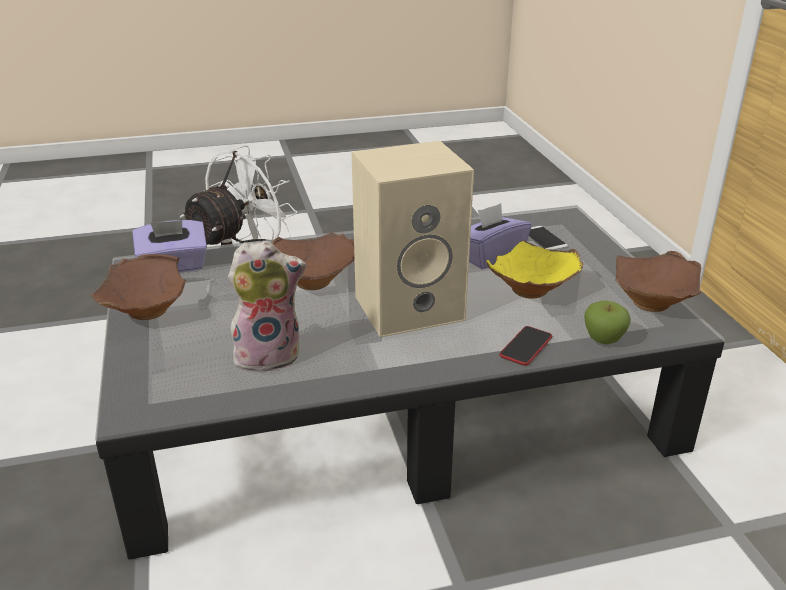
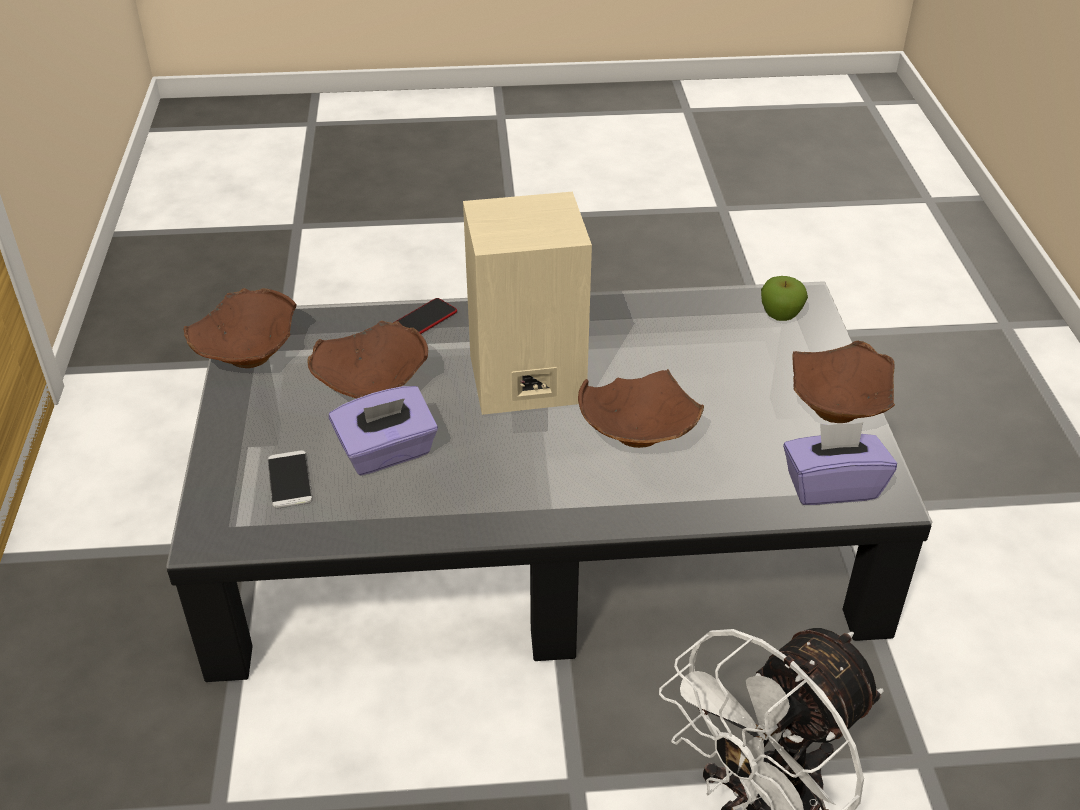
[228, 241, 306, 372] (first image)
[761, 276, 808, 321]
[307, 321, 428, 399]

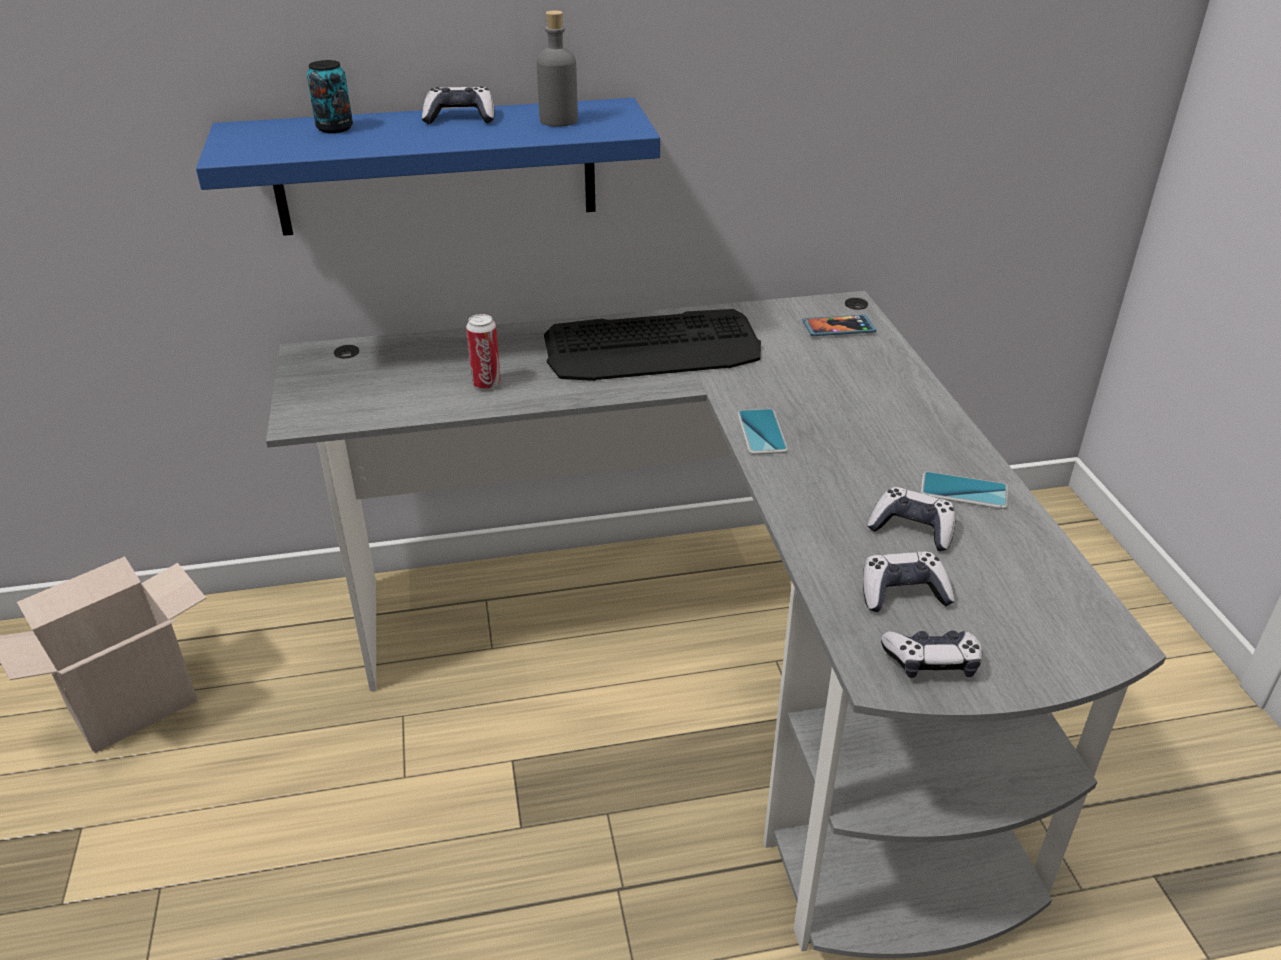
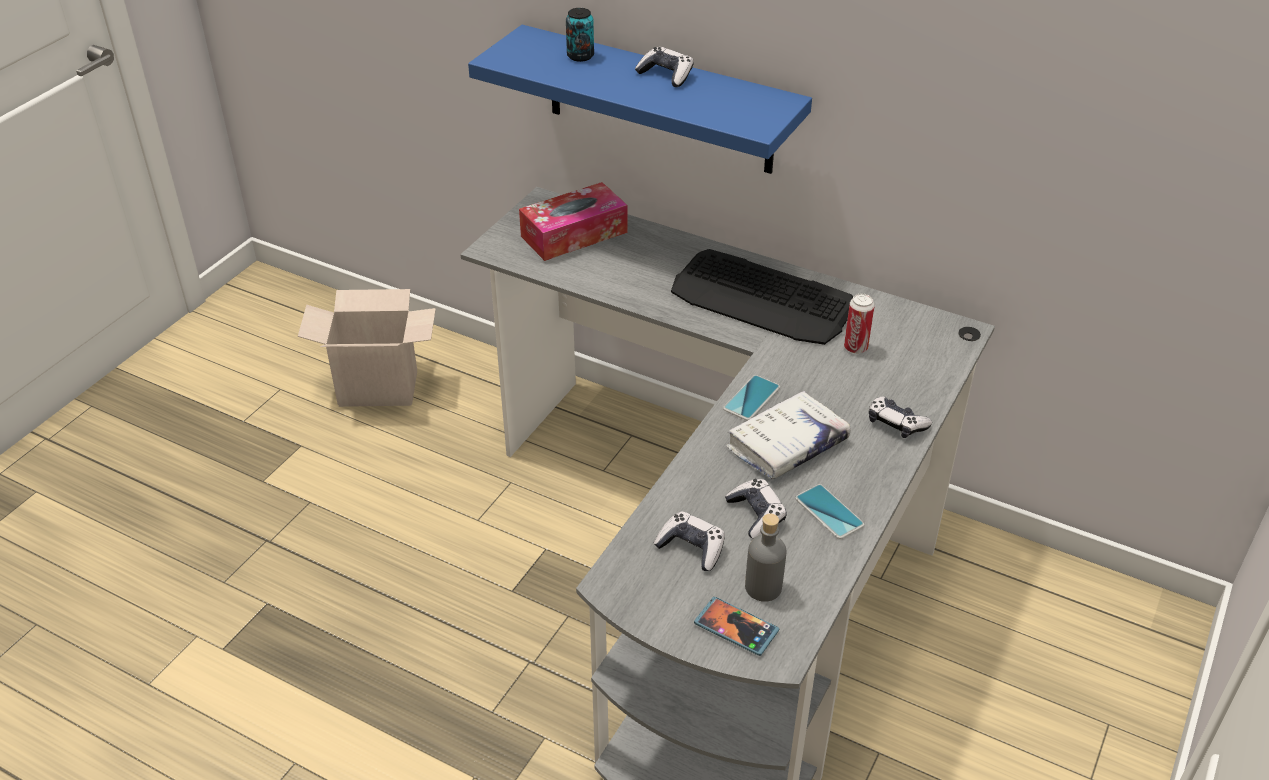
[519, 182, 628, 261]
[726, 391, 850, 479]
[844, 294, 875, 354]
[745, 513, 787, 602]
[694, 597, 779, 656]
[869, 397, 932, 438]

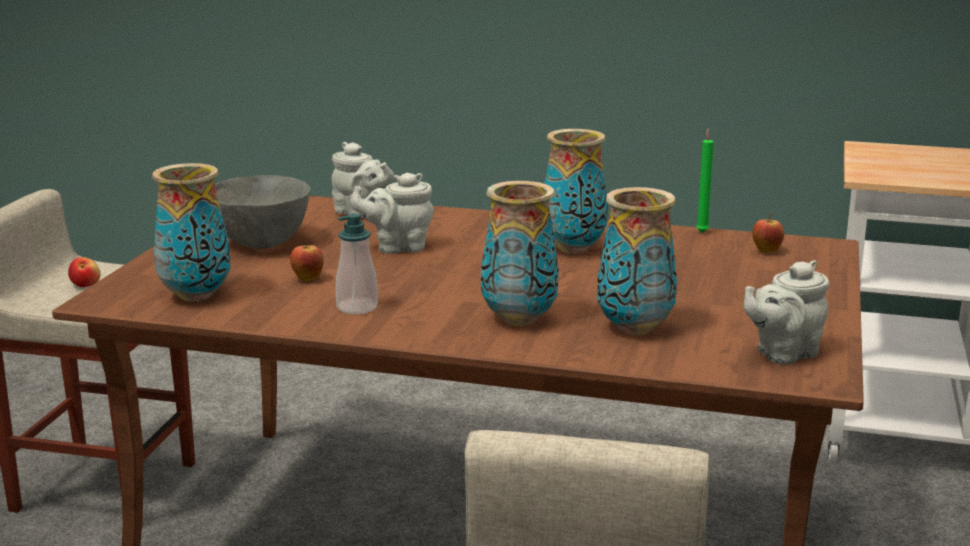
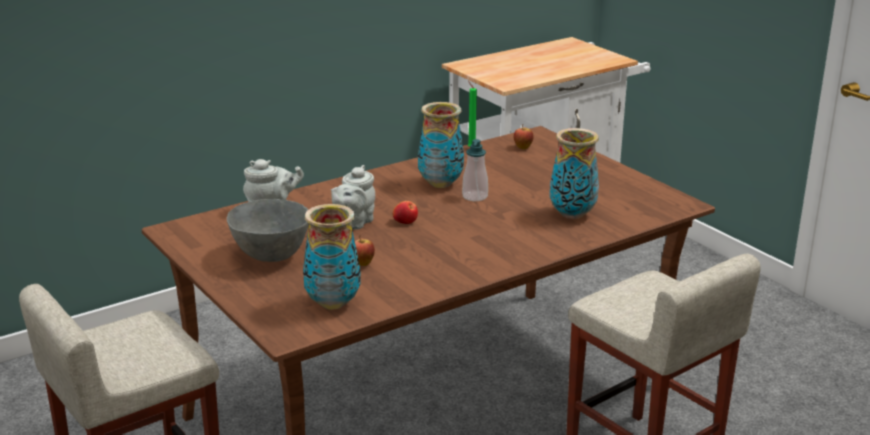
[481, 181, 559, 326] (first image)
[744, 260, 829, 364] (first image)
[393, 201, 418, 224]
[462, 139, 488, 201]

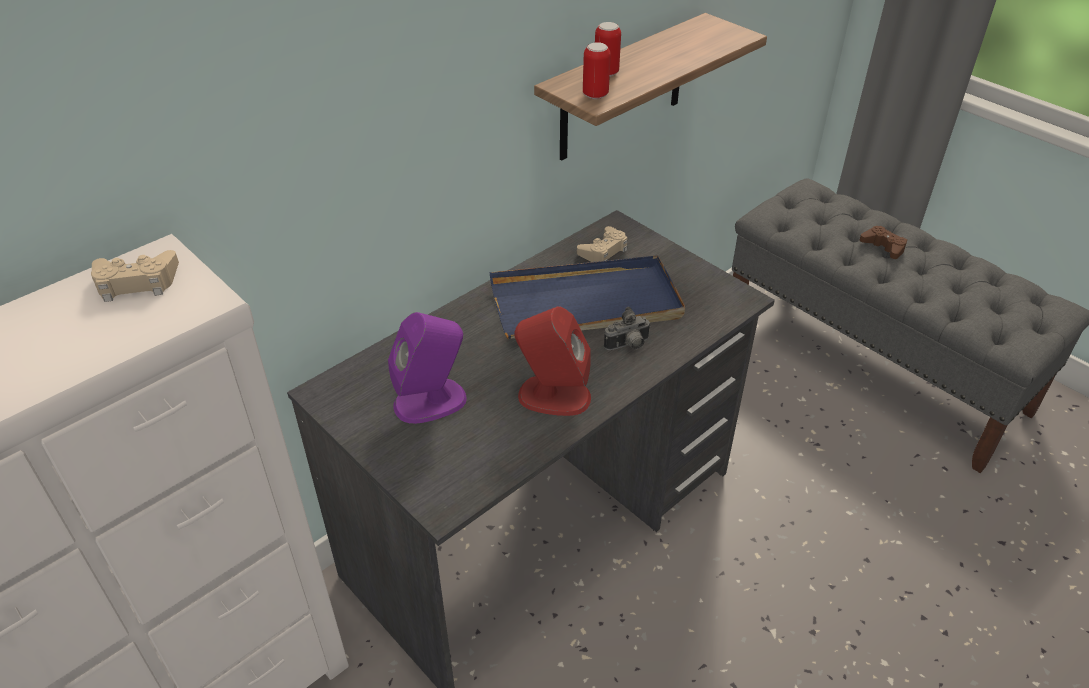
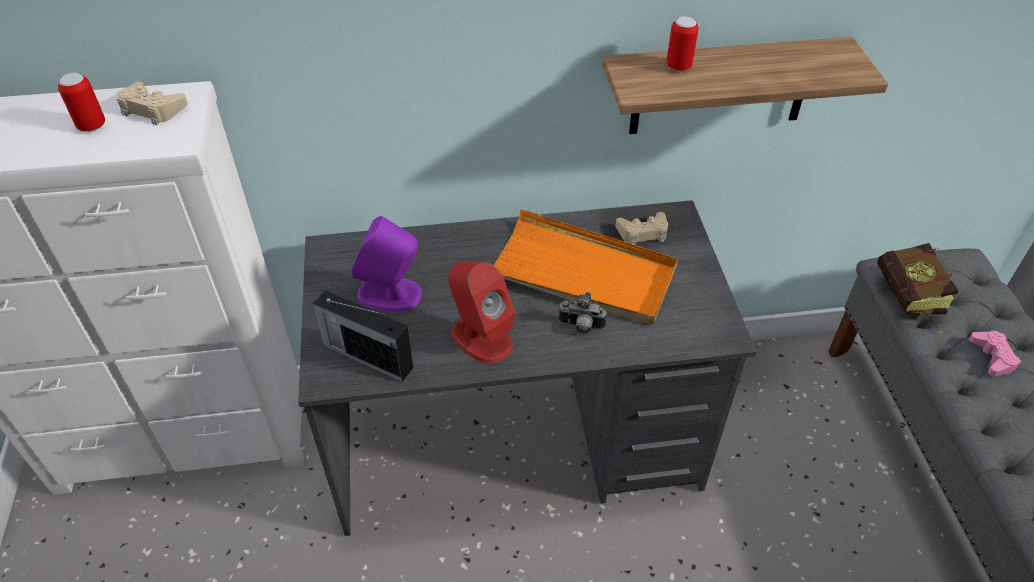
[313, 290, 413, 382]
[877, 243, 959, 334]
[58, 73, 105, 132]
[494, 209, 678, 325]
[969, 331, 1021, 376]

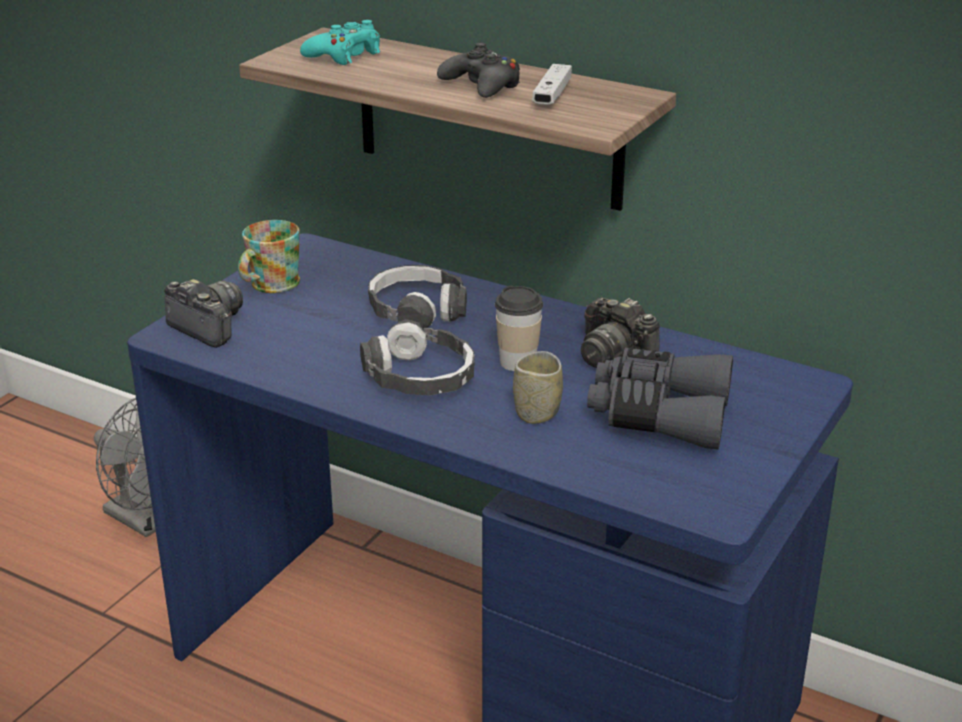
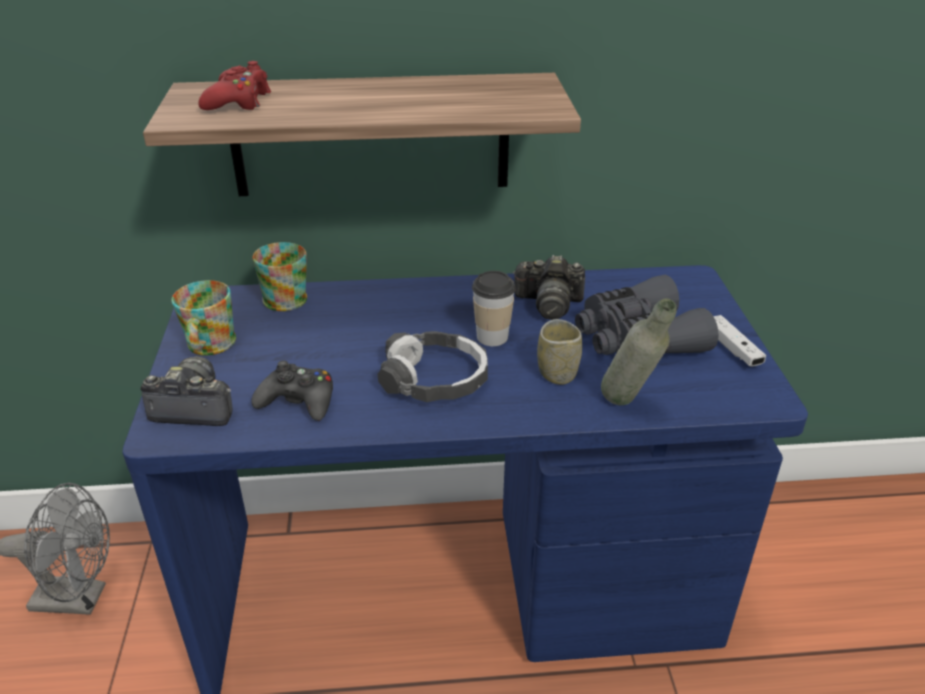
[368, 265, 467, 330] (first image)
[252, 242, 307, 311]
[601, 299, 677, 405]
[251, 360, 333, 421]
[713, 315, 766, 367]
[198, 61, 271, 110]

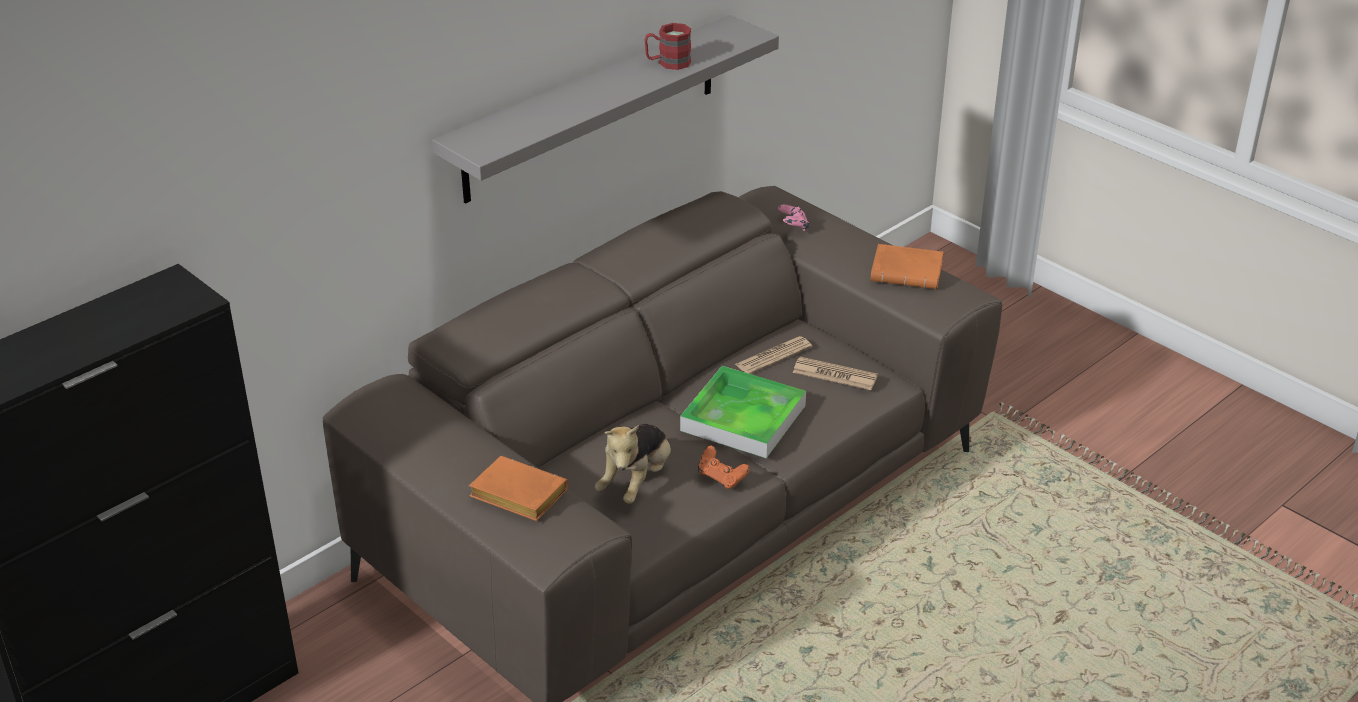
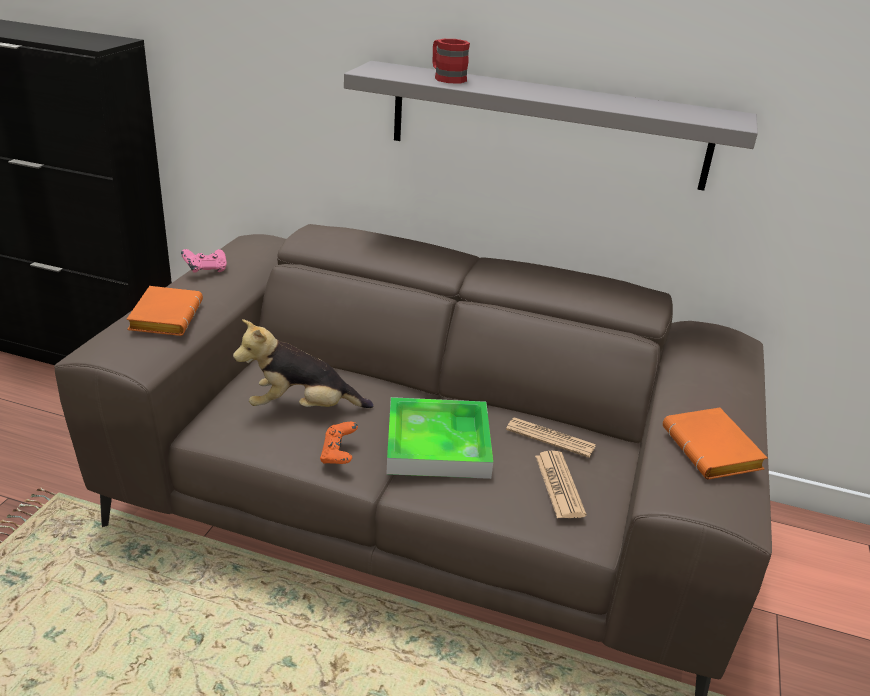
[432, 39, 470, 83]
[181, 249, 227, 273]

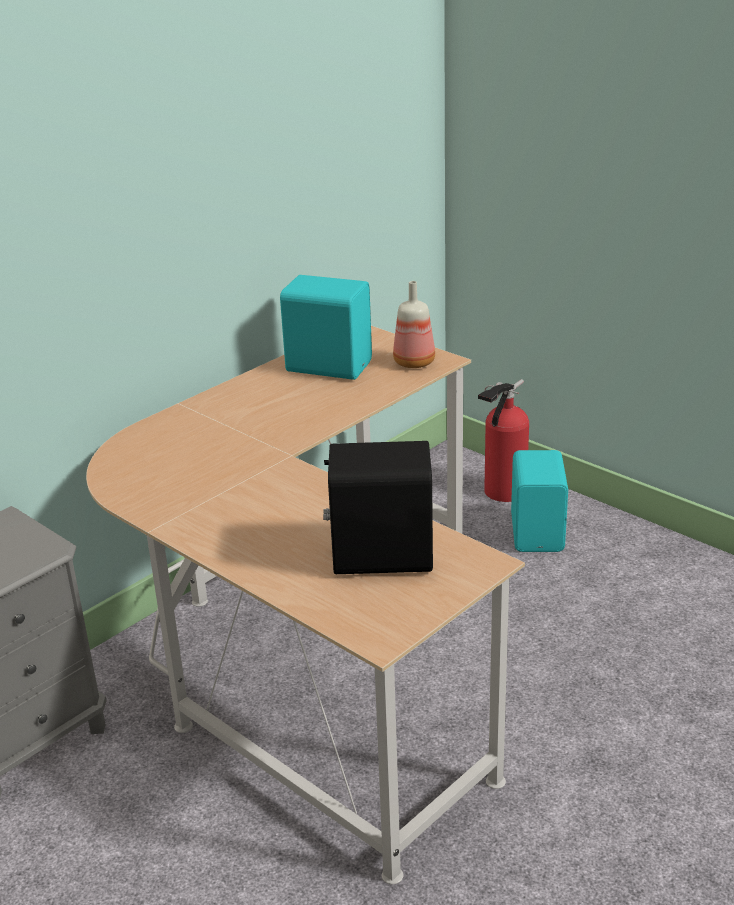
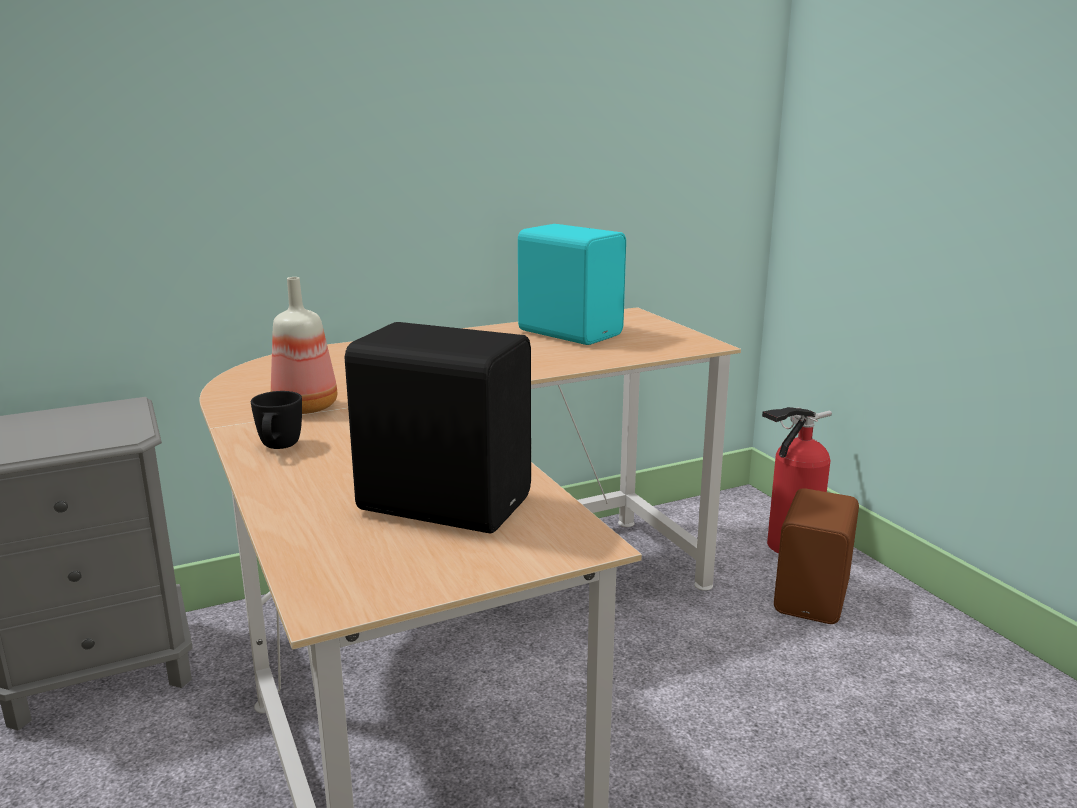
[251, 391, 302, 449]
[271, 277, 337, 414]
[774, 488, 859, 624]

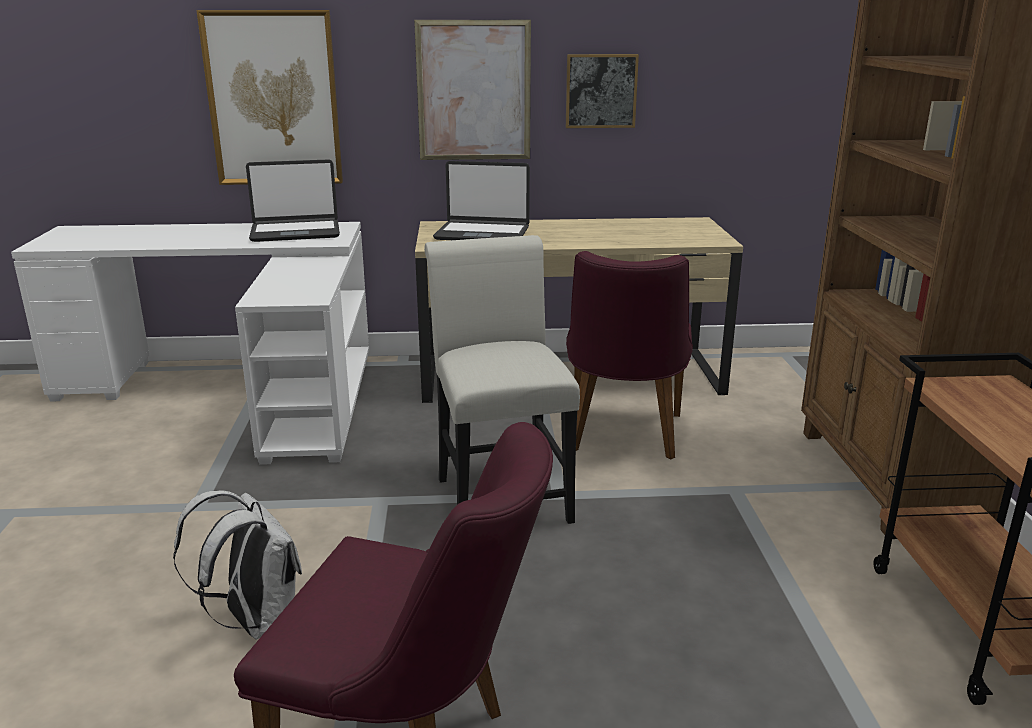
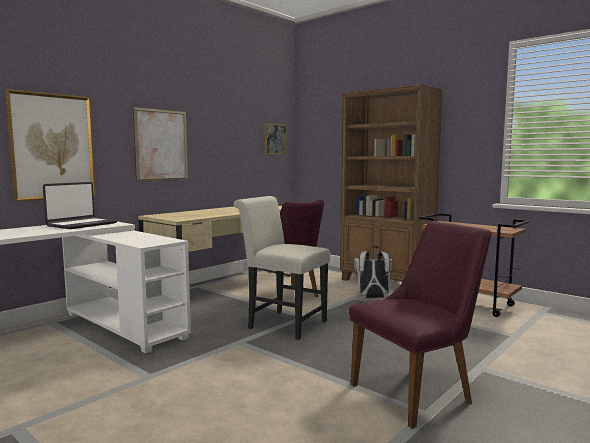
[433, 161, 530, 240] (first image)
[354, 251, 392, 298]
[264, 123, 287, 154]

